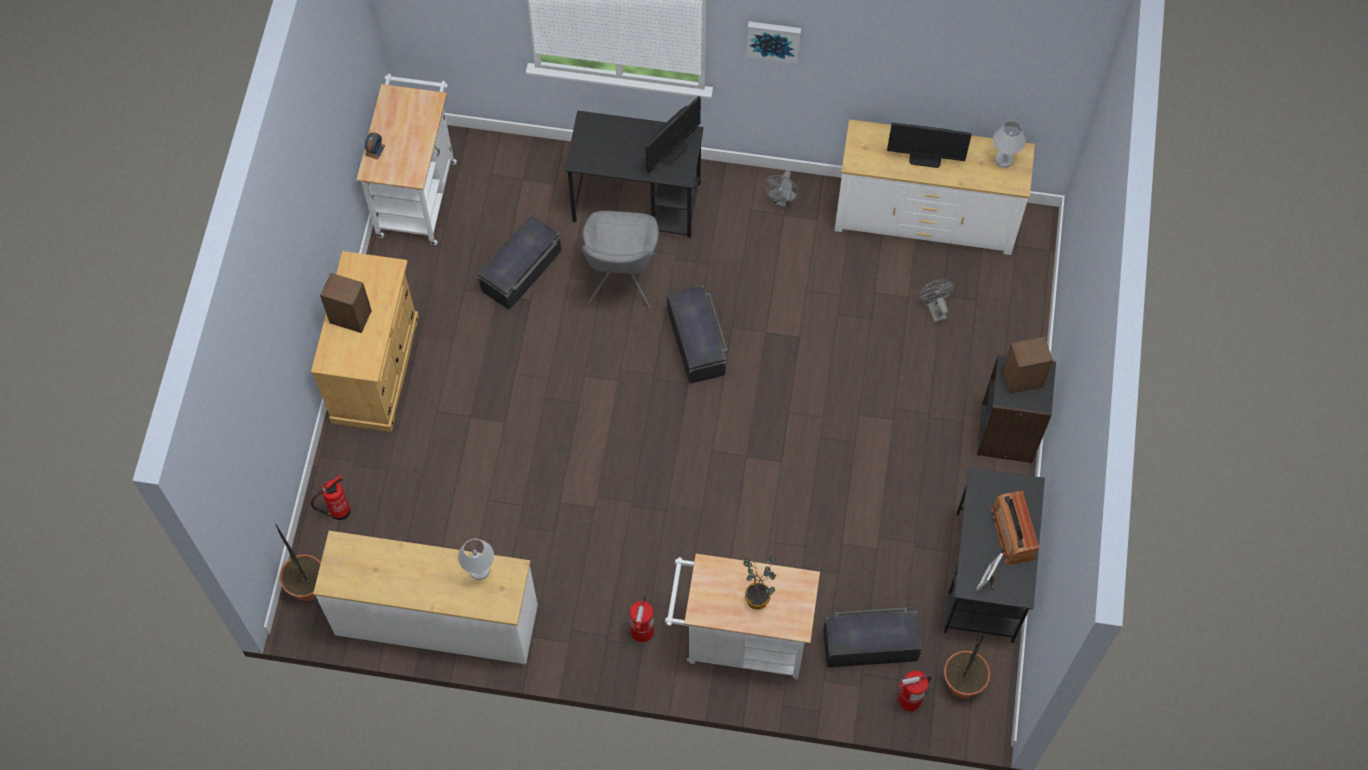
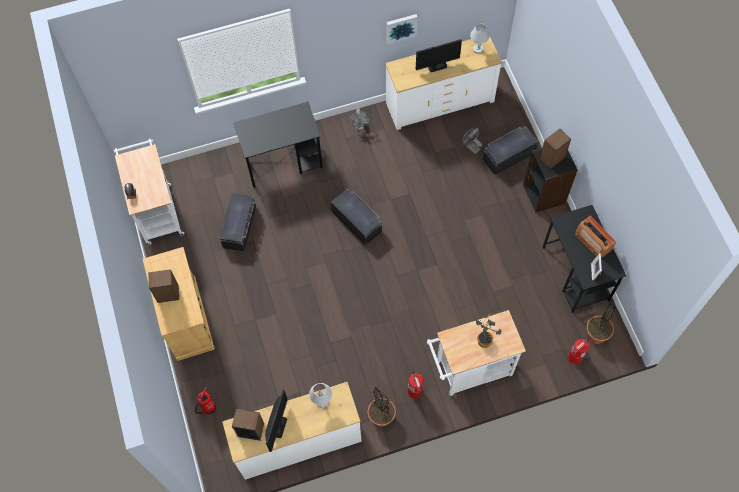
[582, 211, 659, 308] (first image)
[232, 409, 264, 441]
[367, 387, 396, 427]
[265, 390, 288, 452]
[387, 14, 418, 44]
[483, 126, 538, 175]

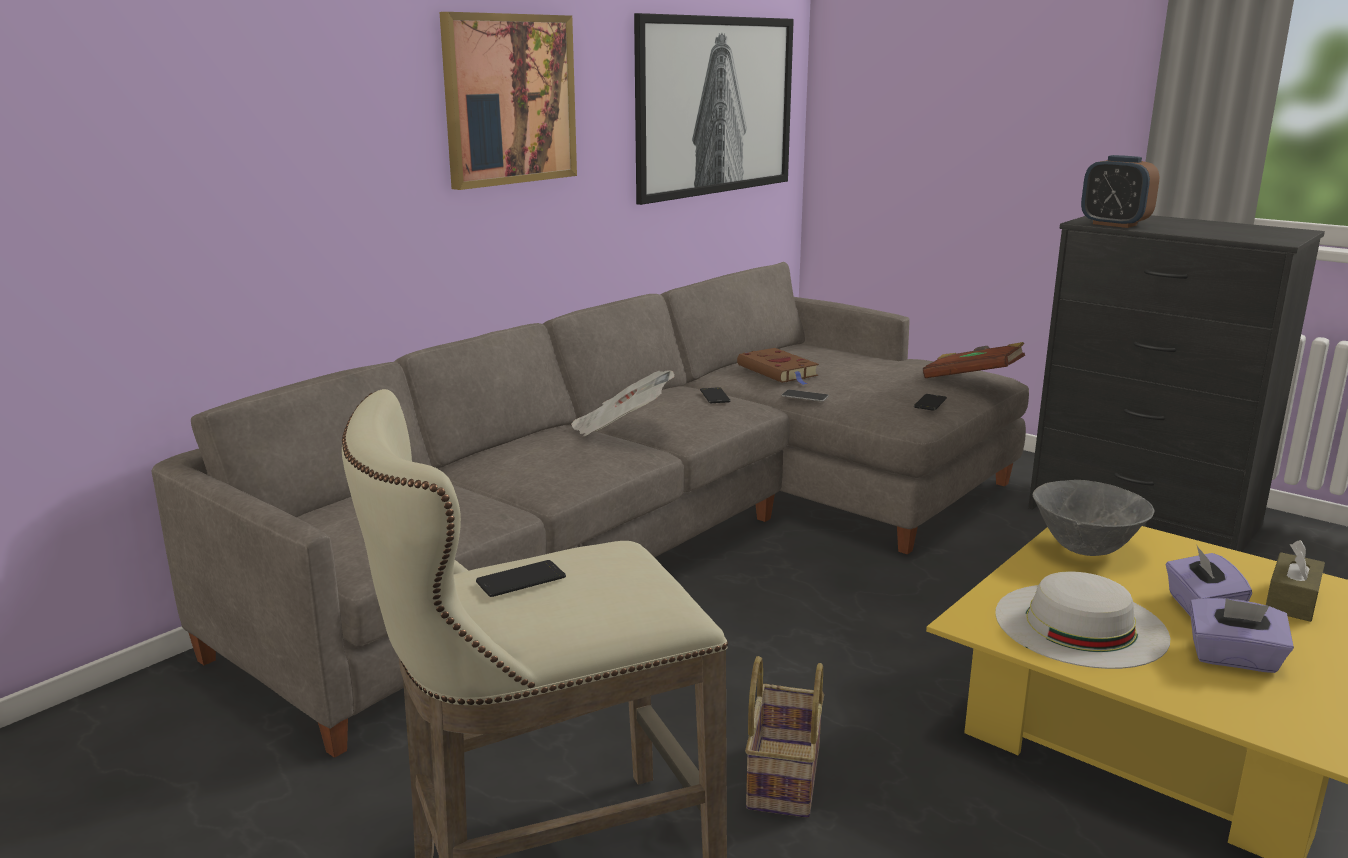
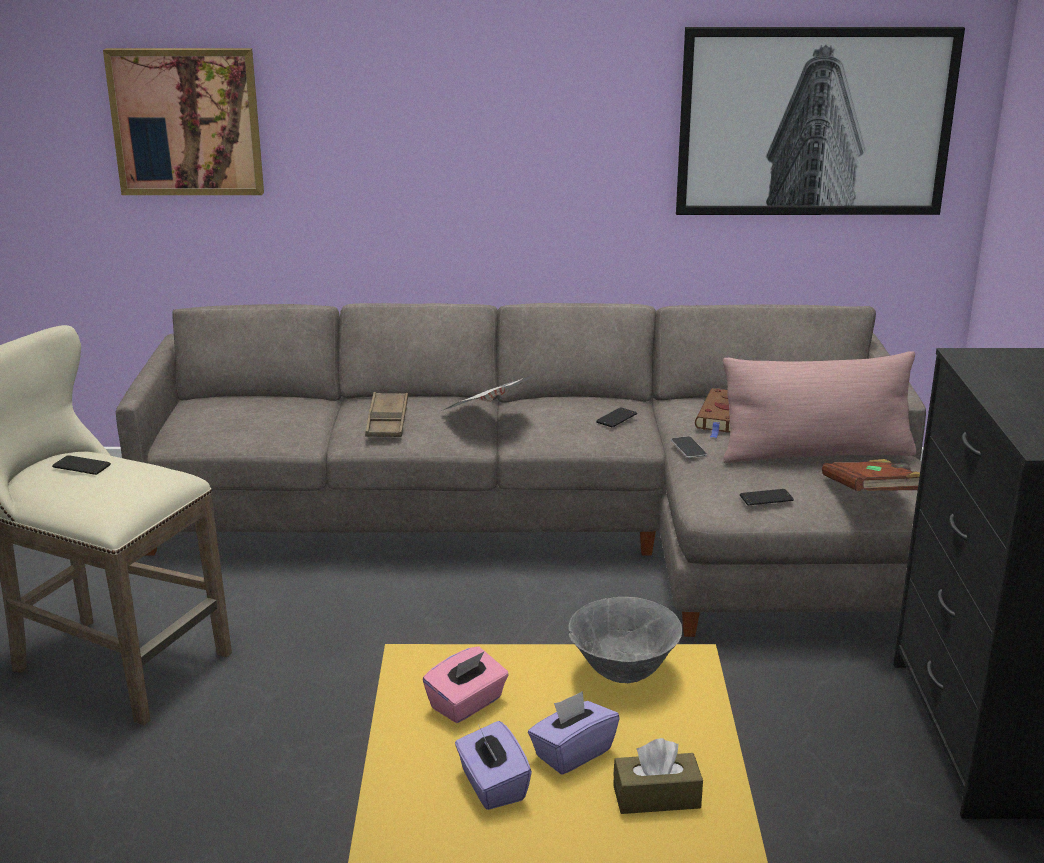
[745, 656, 824, 818] (first image)
[1081, 155, 1159, 228] (first image)
[365, 392, 408, 437]
[723, 351, 916, 463]
[103, 48, 264, 195]
[422, 646, 509, 723]

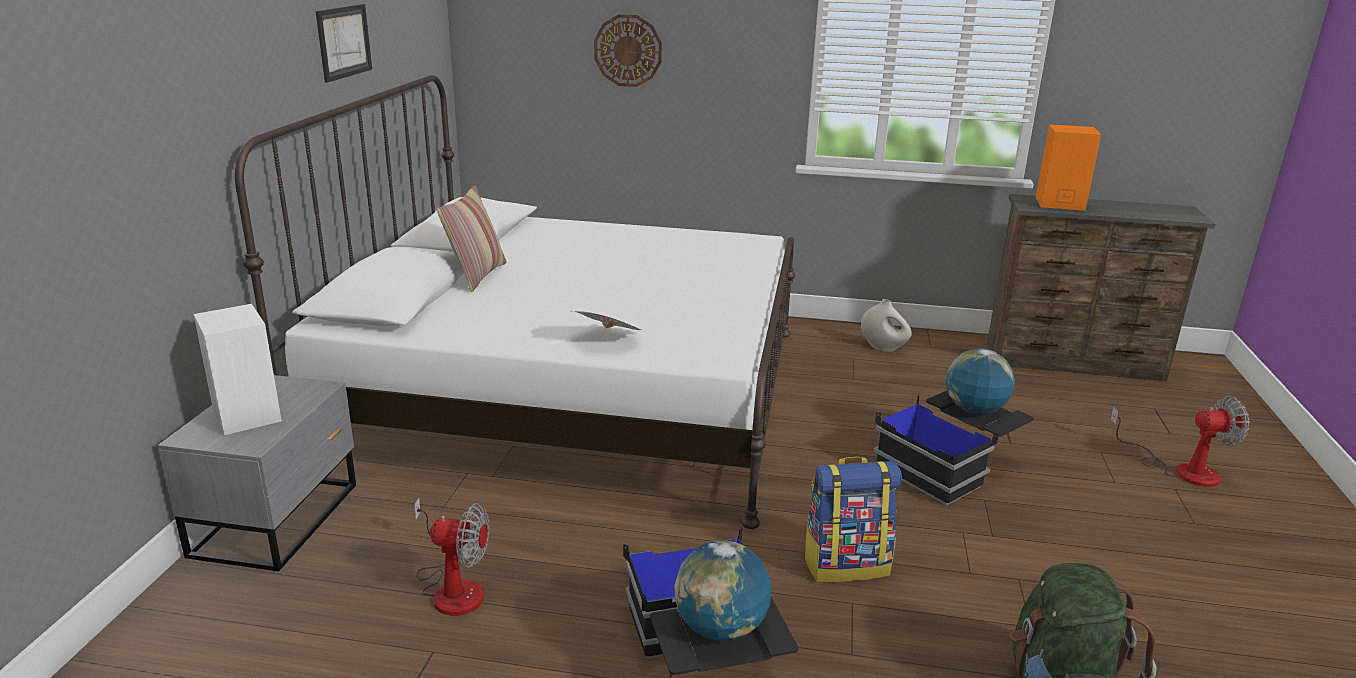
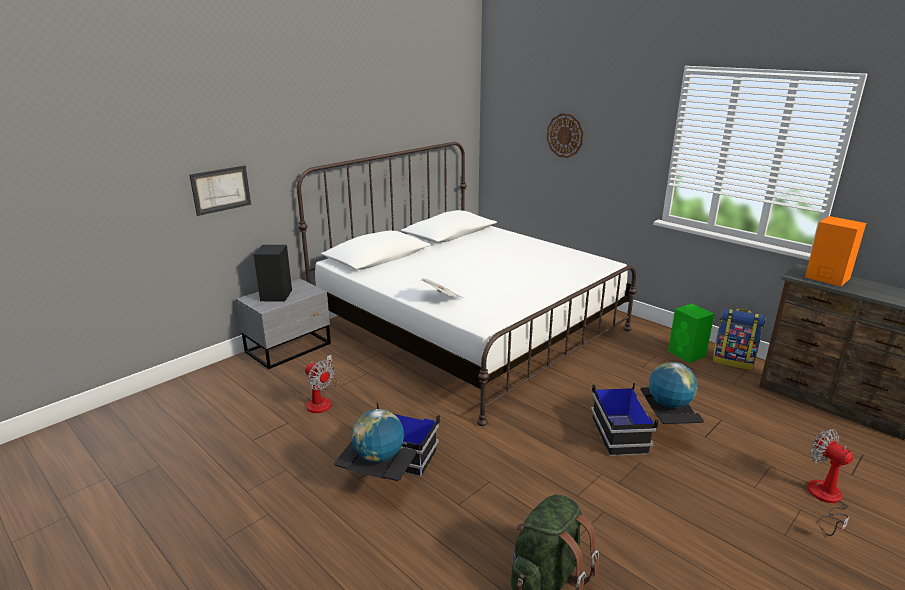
[437, 186, 507, 292] (first image)
[189, 165, 251, 216]
[713, 308, 766, 370]
[668, 304, 714, 363]
[253, 245, 292, 301]
[807, 429, 853, 536]

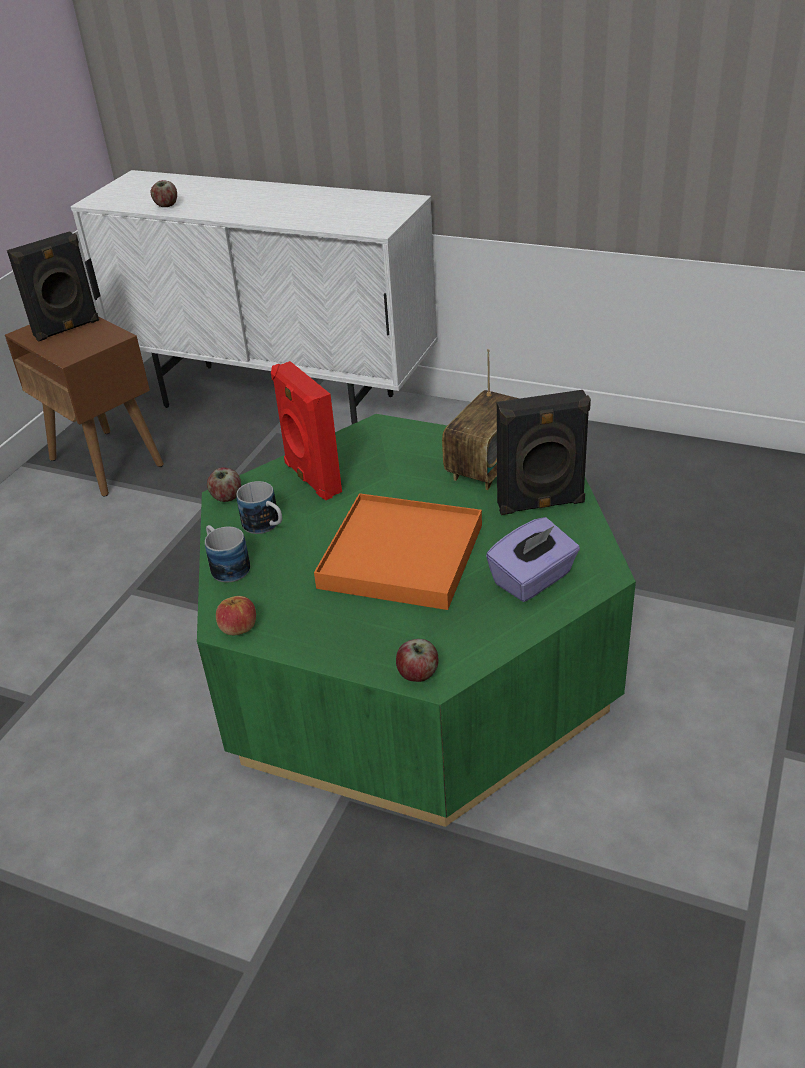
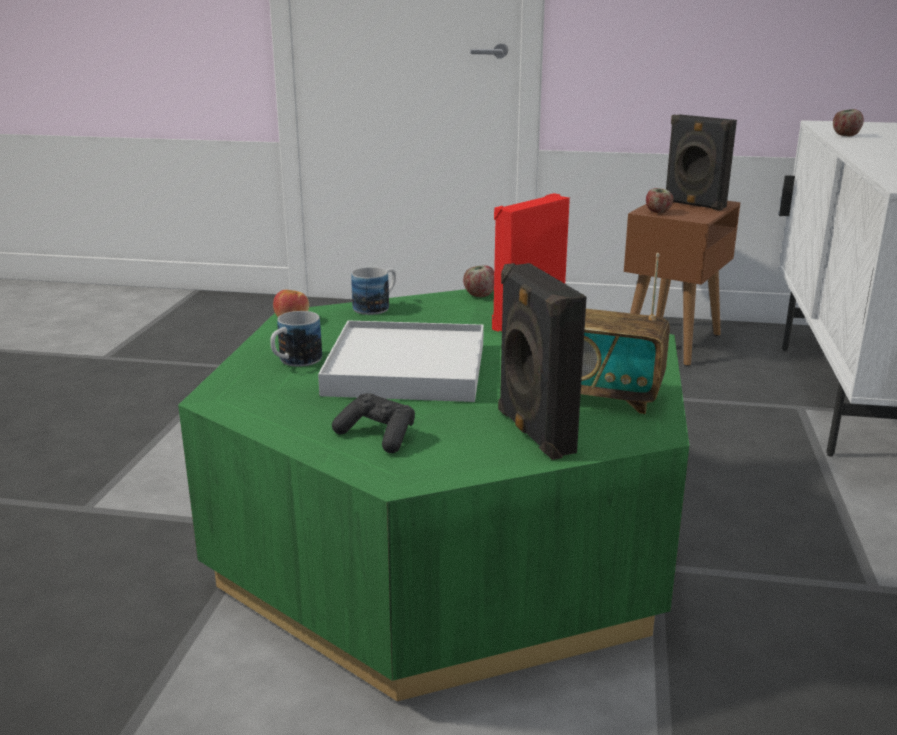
[270, 311, 322, 367]
[646, 188, 674, 213]
[332, 393, 415, 453]
[318, 320, 484, 402]

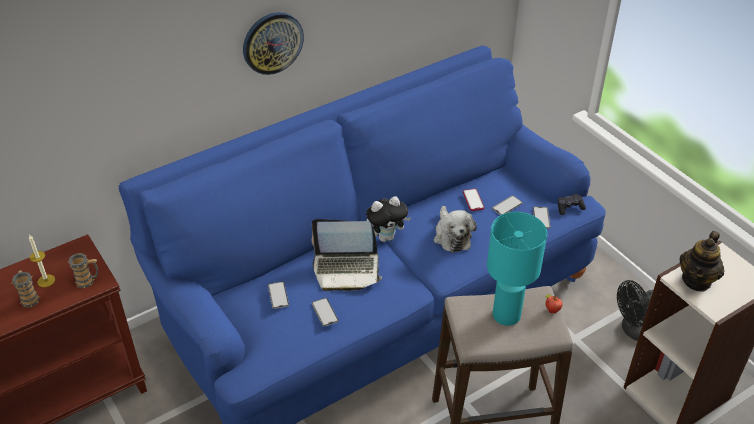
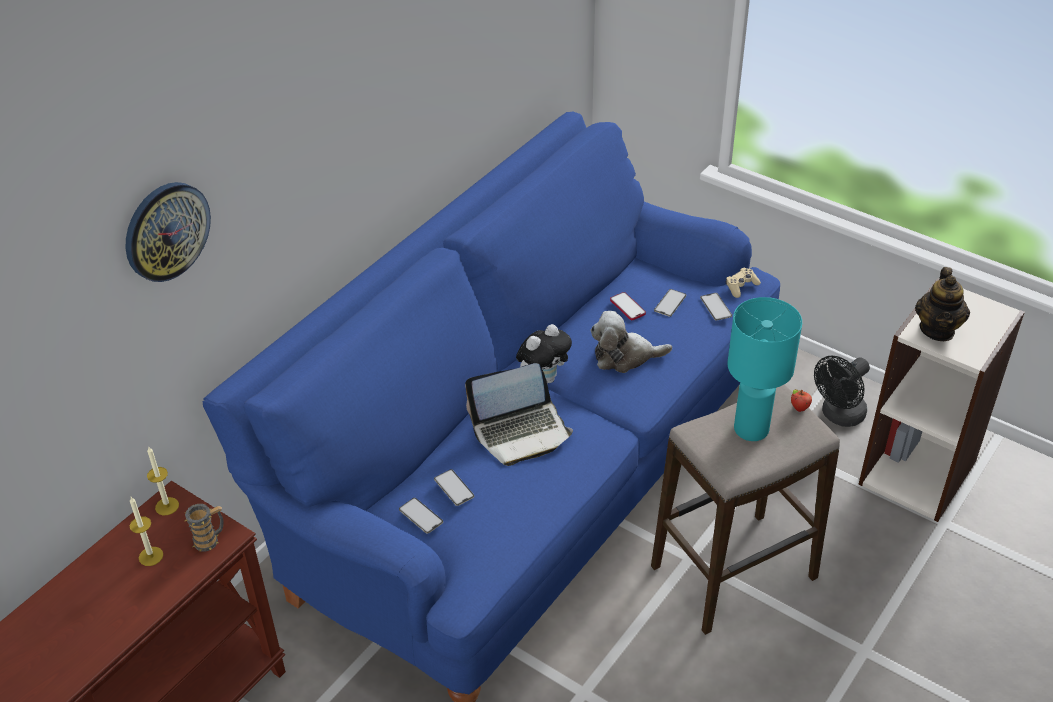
[12, 270, 41, 308] (first image)
[147, 446, 179, 516]
[126, 182, 211, 282]
[399, 498, 443, 534]
[726, 268, 761, 298]
[590, 311, 672, 373]

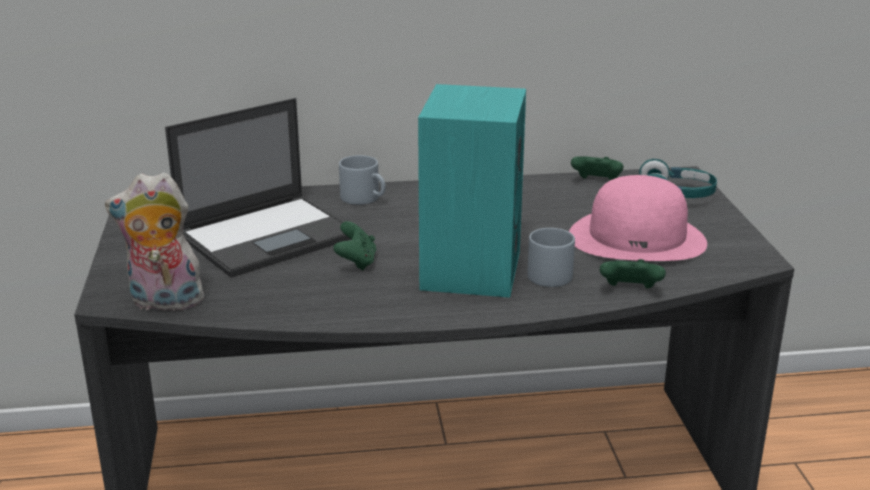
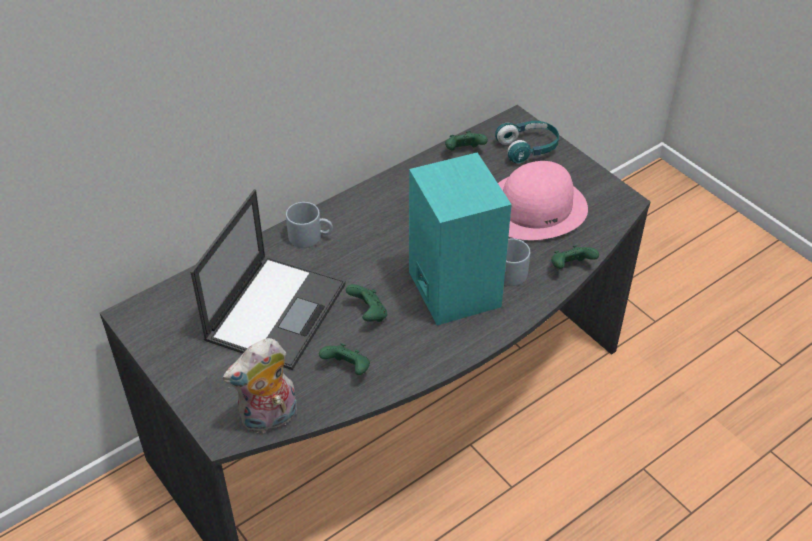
[319, 343, 370, 375]

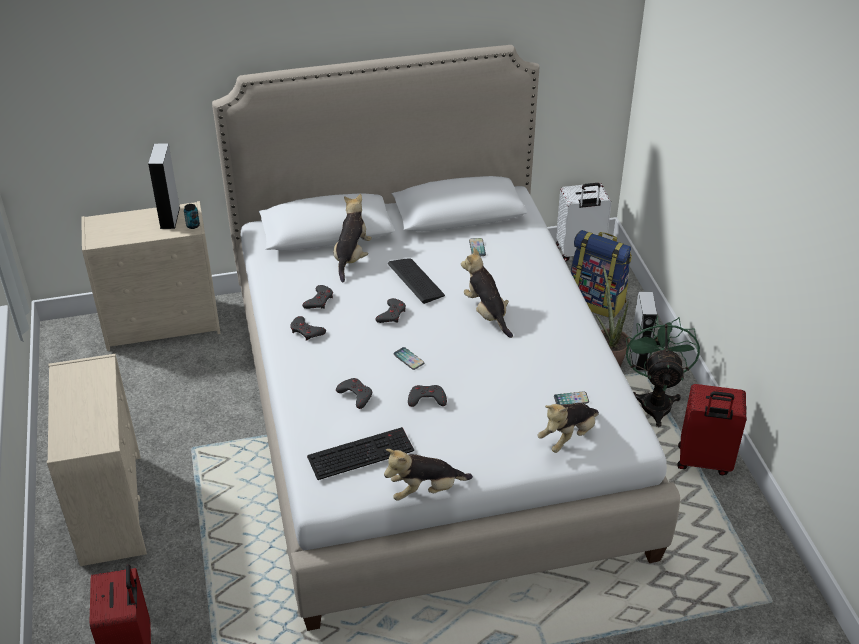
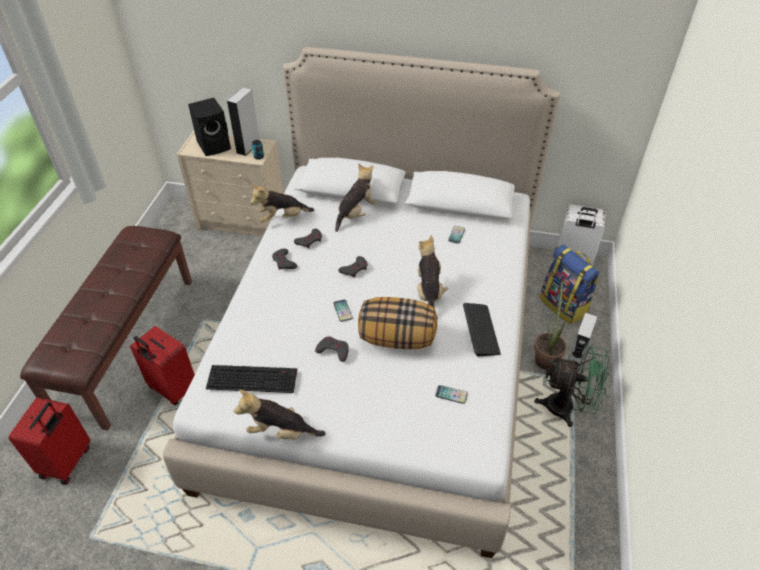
[336, 378, 372, 409] (first image)
[188, 98, 231, 156]
[358, 297, 437, 349]
[463, 303, 501, 357]
[250, 185, 314, 223]
[130, 326, 195, 405]
[20, 226, 192, 431]
[534, 346, 610, 427]

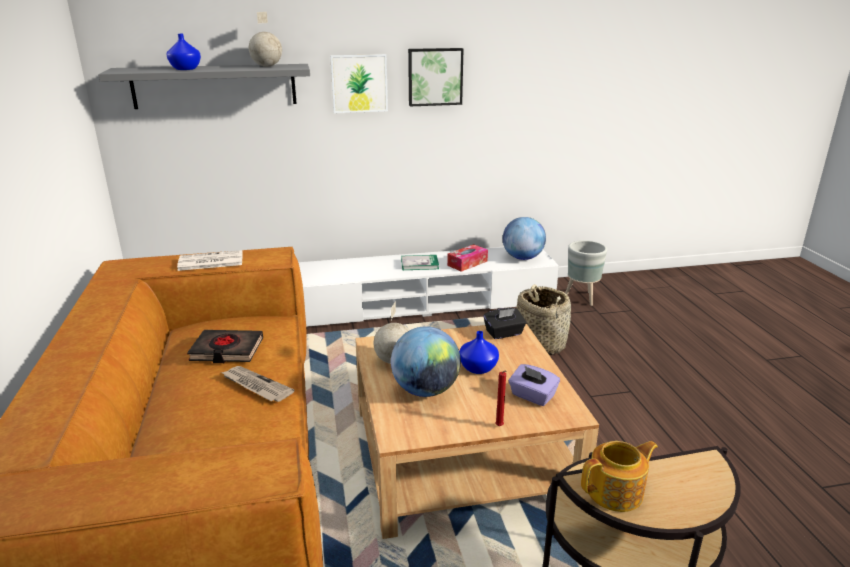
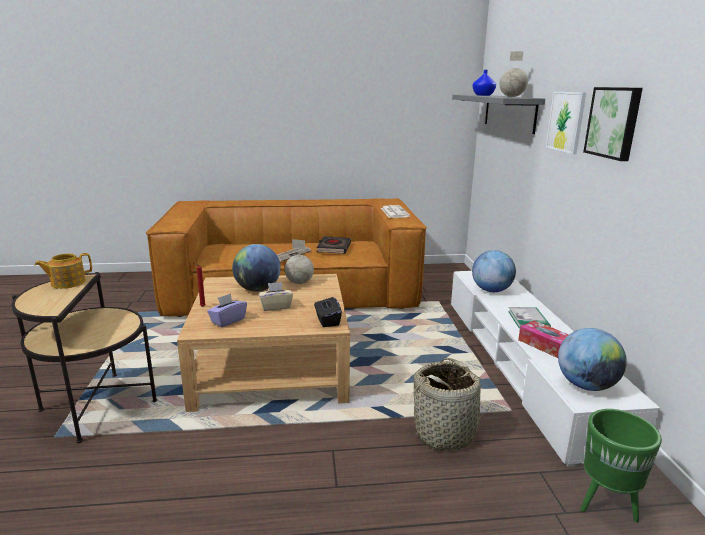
[472, 250, 516, 292]
[259, 282, 293, 311]
[580, 409, 662, 523]
[35, 253, 92, 289]

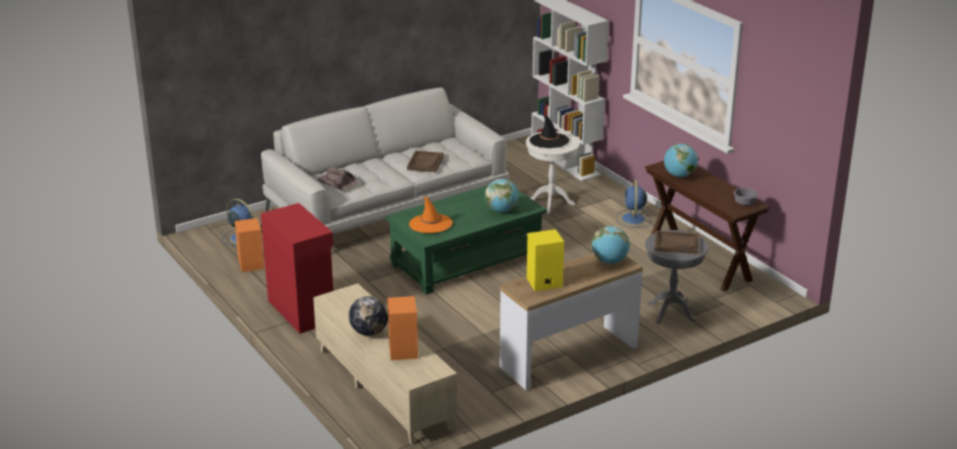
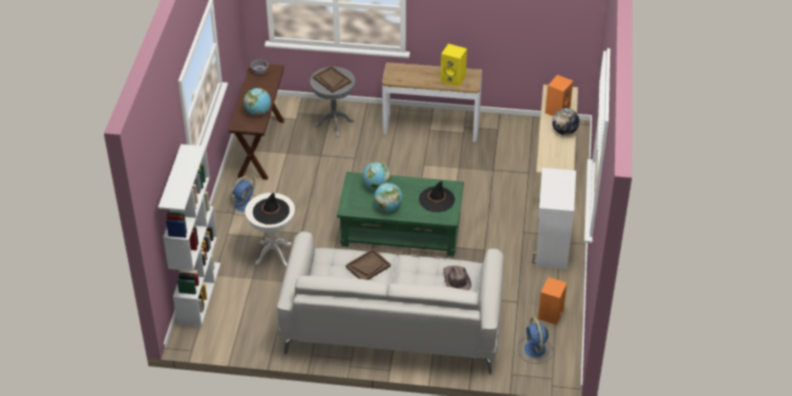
[374, 183, 403, 211]
[532, 168, 576, 269]
[419, 181, 455, 212]

